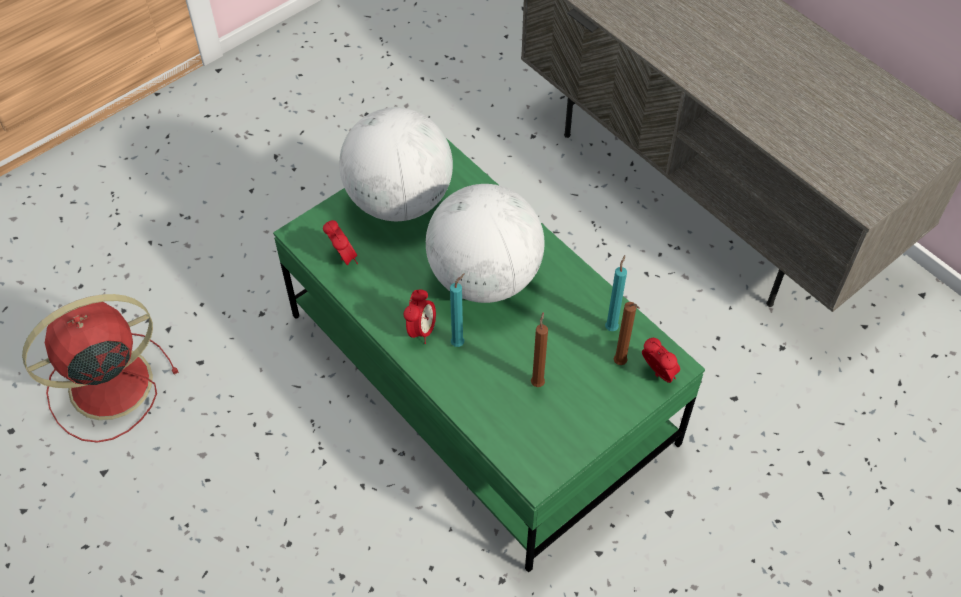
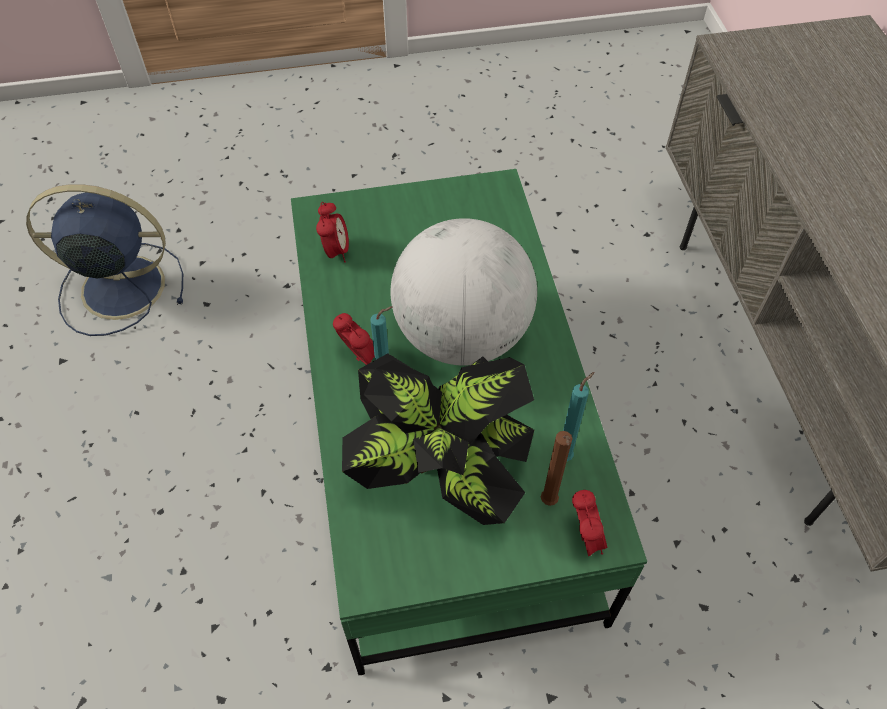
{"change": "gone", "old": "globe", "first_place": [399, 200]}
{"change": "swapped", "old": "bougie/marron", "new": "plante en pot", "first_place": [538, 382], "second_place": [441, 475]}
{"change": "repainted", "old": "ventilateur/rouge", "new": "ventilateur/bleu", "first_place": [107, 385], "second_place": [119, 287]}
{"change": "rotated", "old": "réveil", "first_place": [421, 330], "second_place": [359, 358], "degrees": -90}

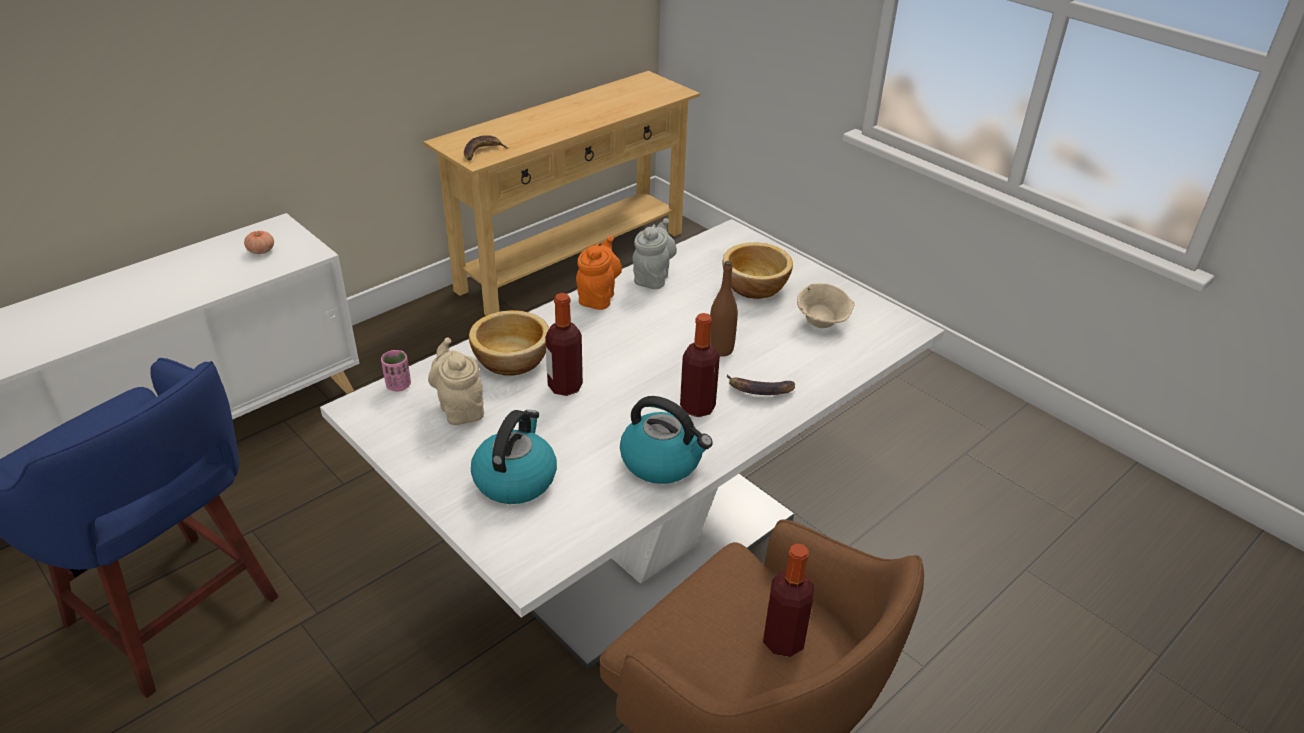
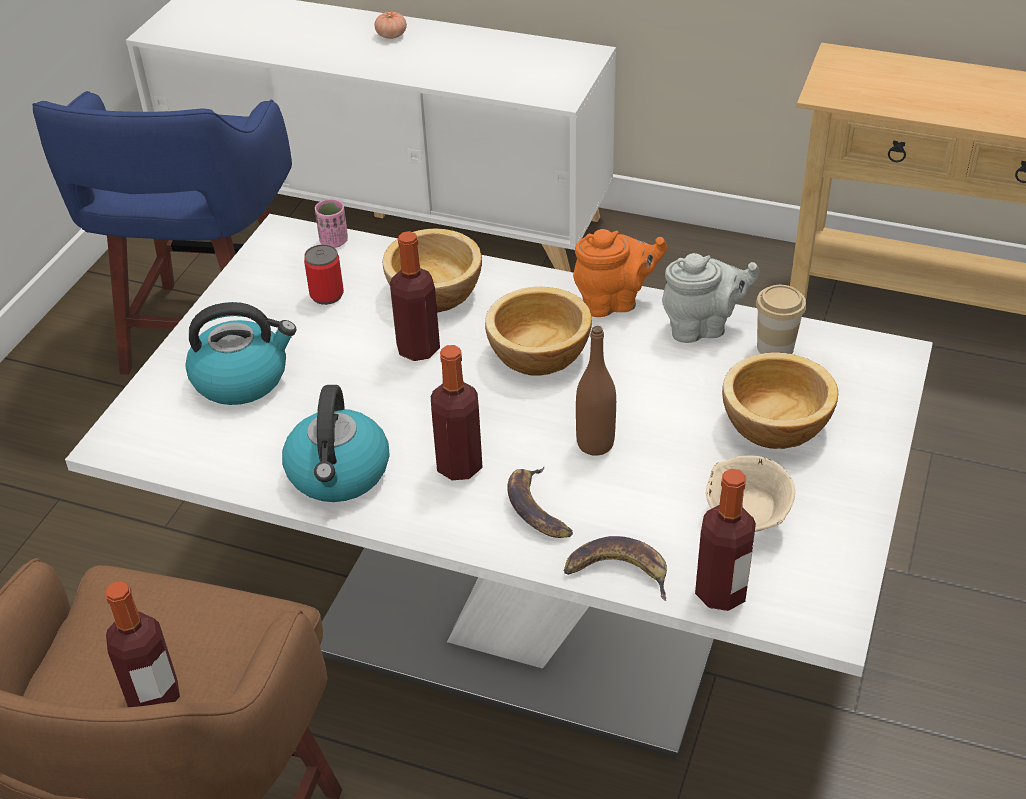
{"change": "new", "new": "bol", "second_place": [538, 355]}
{"change": "new", "new": "bouteille", "second_place": [721, 592]}
{"change": "new", "new": "tasse", "second_place": [775, 347]}
{"change": "shifted", "old": "tomate", "first_place": [261, 251], "second_place": [391, 35]}
{"change": "shifted", "old": "banane", "first_place": [482, 152], "second_place": [619, 571]}
{"change": "swapped", "old": "théière/beige", "new": "boîte métallique", "first_place": [460, 408], "second_place": [327, 295]}

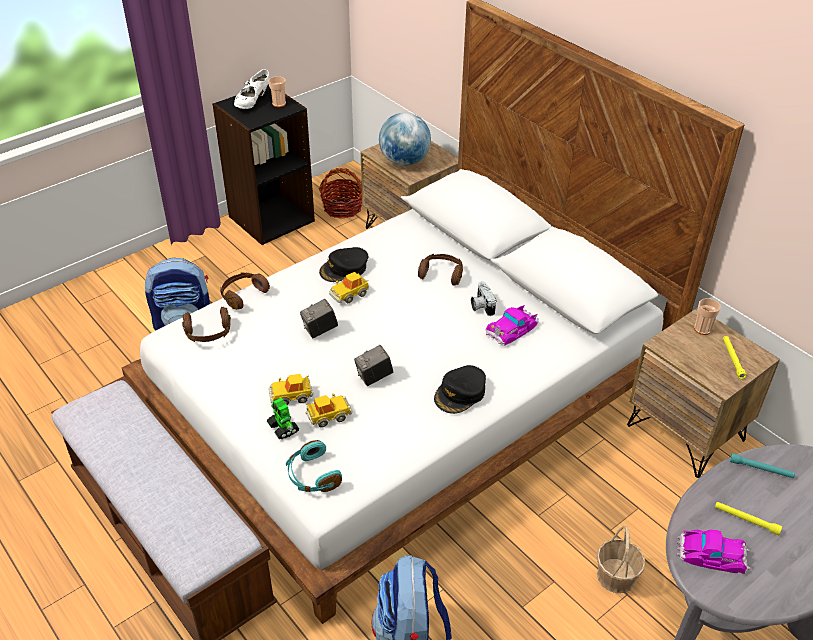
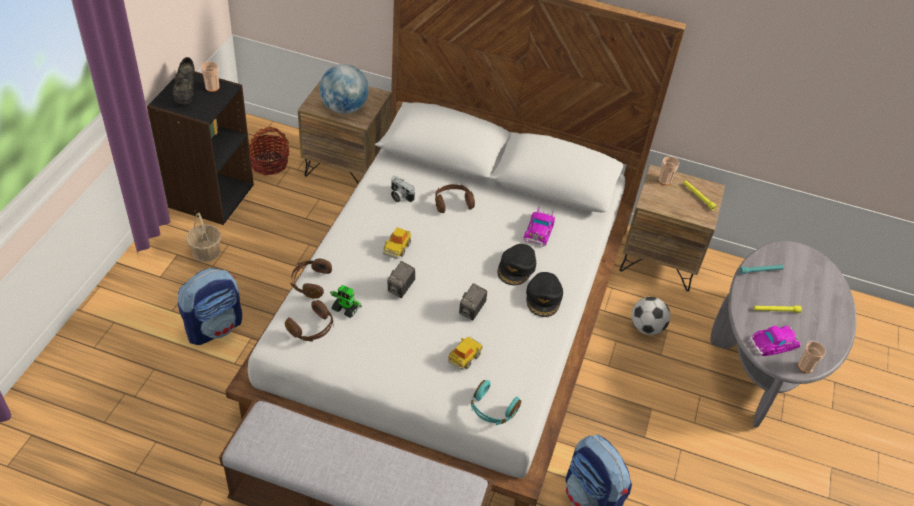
{"change": "gone", "old": "petite voiture", "first_place": [291, 396]}
{"change": "new", "new": "ballon de foot", "second_place": [646, 327]}
{"change": "new", "new": "tasse", "second_place": [805, 367]}
{"change": "shifted", "old": "robot jouet", "first_place": [283, 428], "second_place": [346, 309]}
{"change": "shifted", "old": "casquette/noir", "first_place": [344, 269], "second_place": [516, 268]}
{"change": "shifted", "old": "appareil photo", "first_place": [481, 306], "second_place": [399, 196]}
{"change": "shifted", "old": "panier", "first_place": [616, 576], "second_place": [206, 251]}
{"change": "repainted", "old": "chaussure/blanc", "new": "chaussure/noir", "first_place": [253, 102], "second_place": [186, 93]}

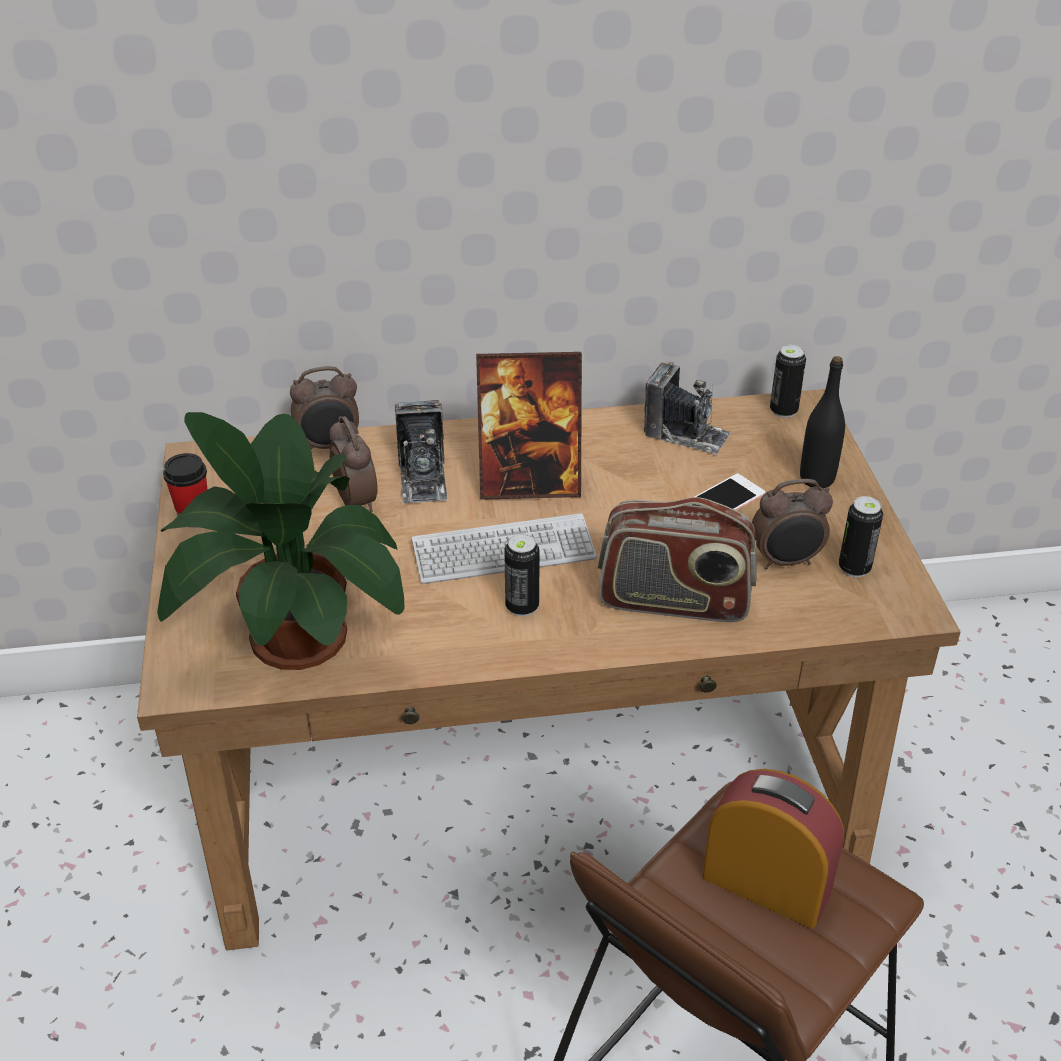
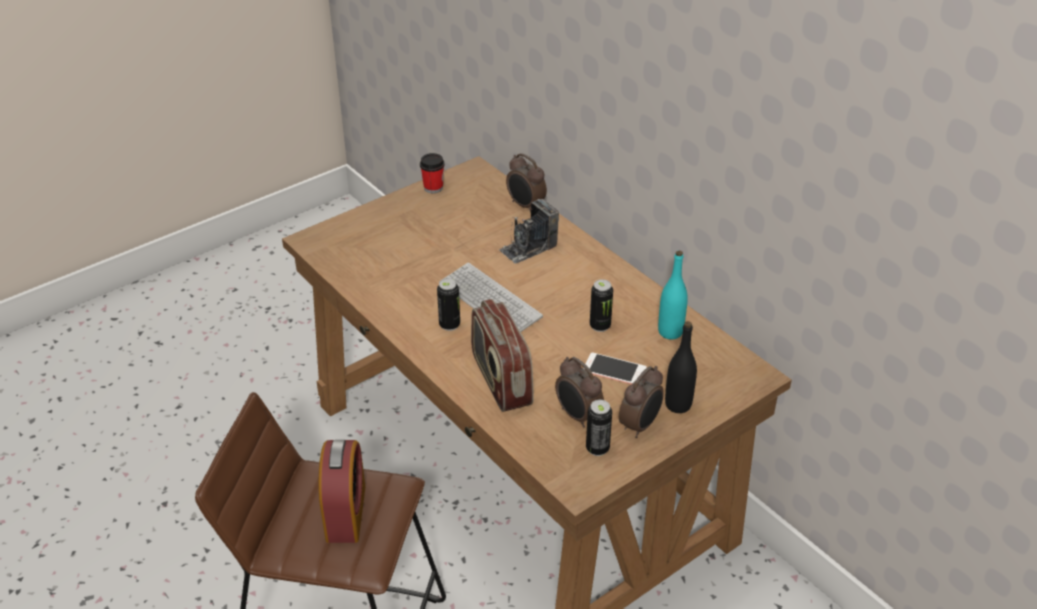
{"change": "gone", "old": "plante en pot", "first_place": [291, 632]}
{"change": "gone", "old": "cadre photo", "first_place": [529, 484]}
{"change": "shifted", "old": "réveil", "first_place": [357, 501], "second_place": [640, 425]}
{"change": "shifted", "old": "boîte métallique", "first_place": [783, 411], "second_place": [600, 326]}
{"change": "swapped", "old": "appareil photo", "new": "bouteille/turquoise", "first_place": [686, 434], "second_place": [670, 332]}

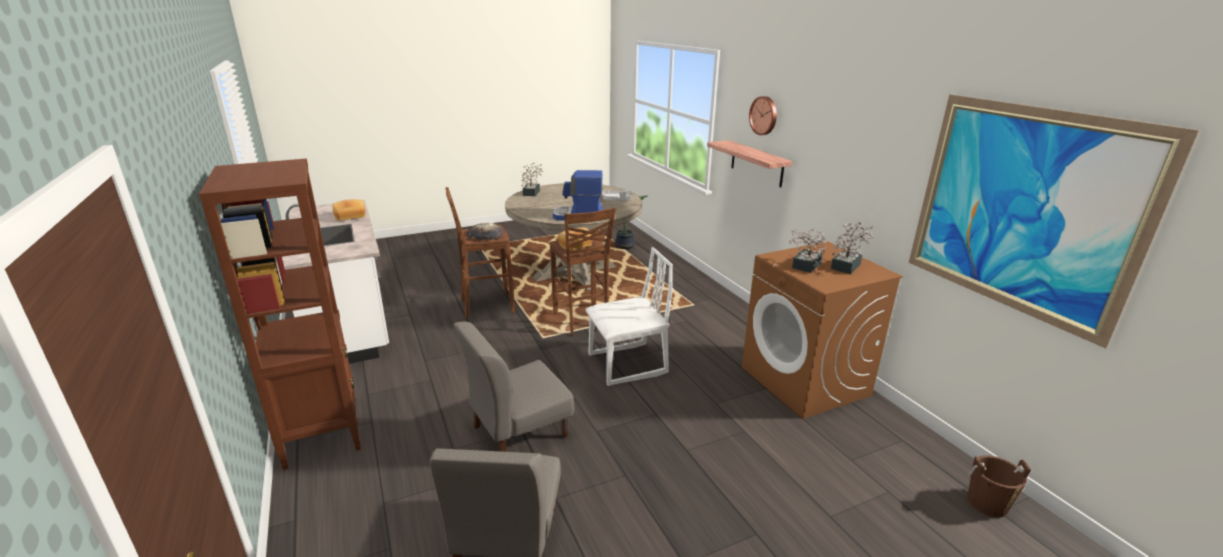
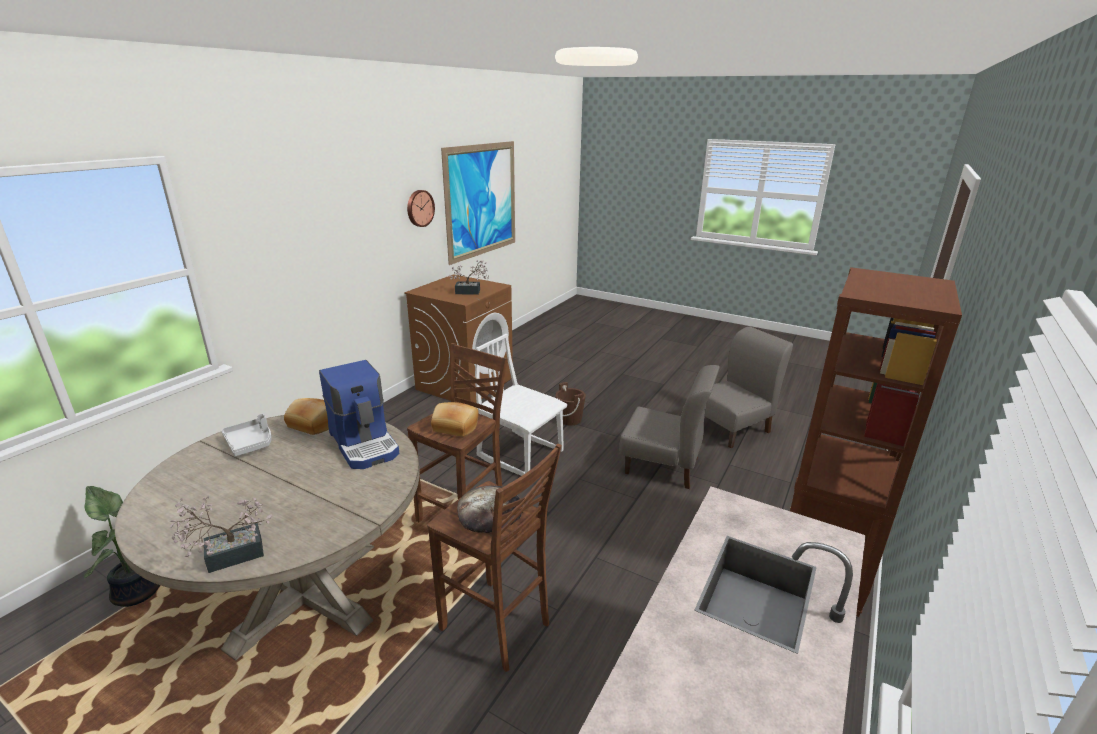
{"change": "gone", "old": "étagère", "first_place": [756, 163]}
{"change": "gone", "old": "plante en pot", "first_place": [847, 265]}
{"change": "shifted", "old": "pain", "first_place": [350, 216], "second_place": [313, 424]}
{"change": "shifted", "old": "horloge murale", "first_place": [764, 115], "second_place": [419, 208]}
{"change": "shifted", "old": "seau/marron", "first_place": [987, 503], "second_place": [569, 419]}

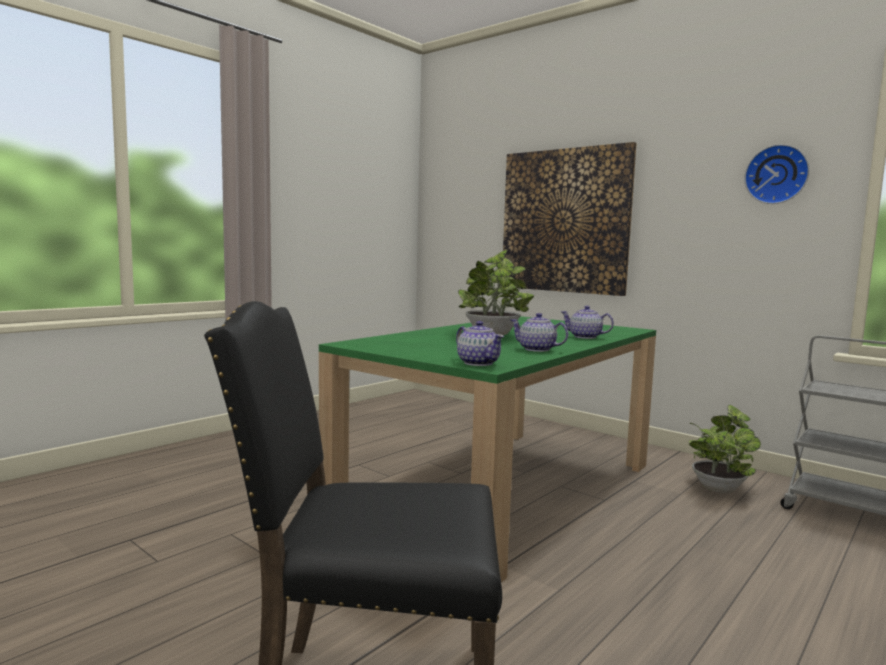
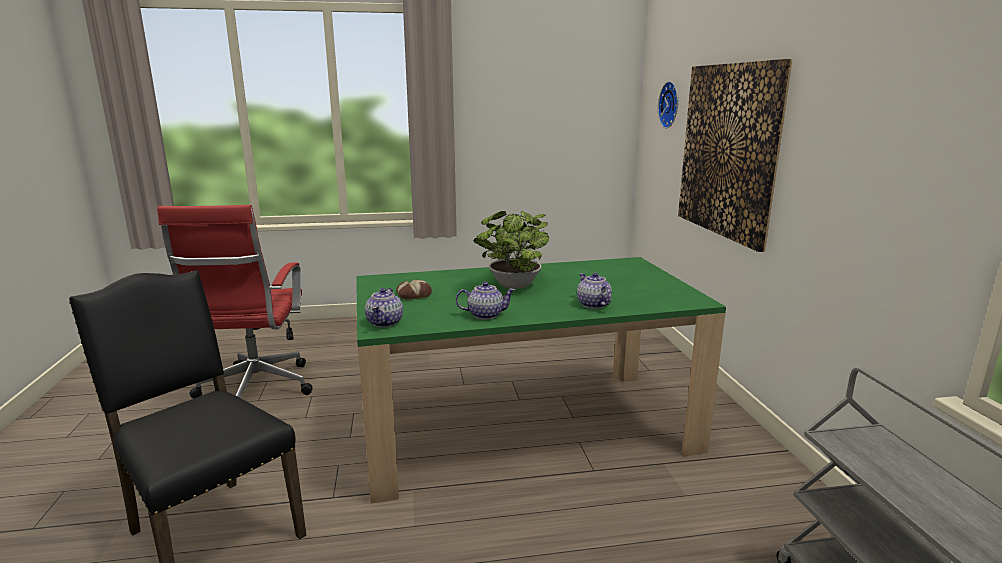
{"change": "gone", "old": "plante en pot", "first_place": [719, 487]}
{"change": "new", "new": "chaise de bureau/rouge", "second_place": [255, 391]}
{"change": "new", "new": "pain", "second_place": [414, 294]}
{"change": "shifted", "old": "horloge murale", "first_place": [777, 175], "second_place": [671, 105]}
{"change": "rotated", "old": "théière", "first_place": [537, 349], "second_place": [485, 315], "degrees": 105}

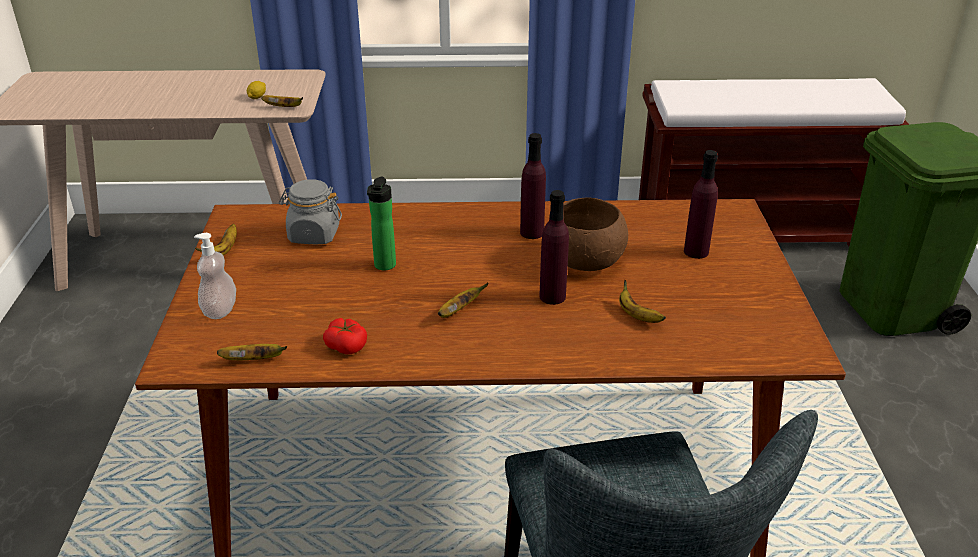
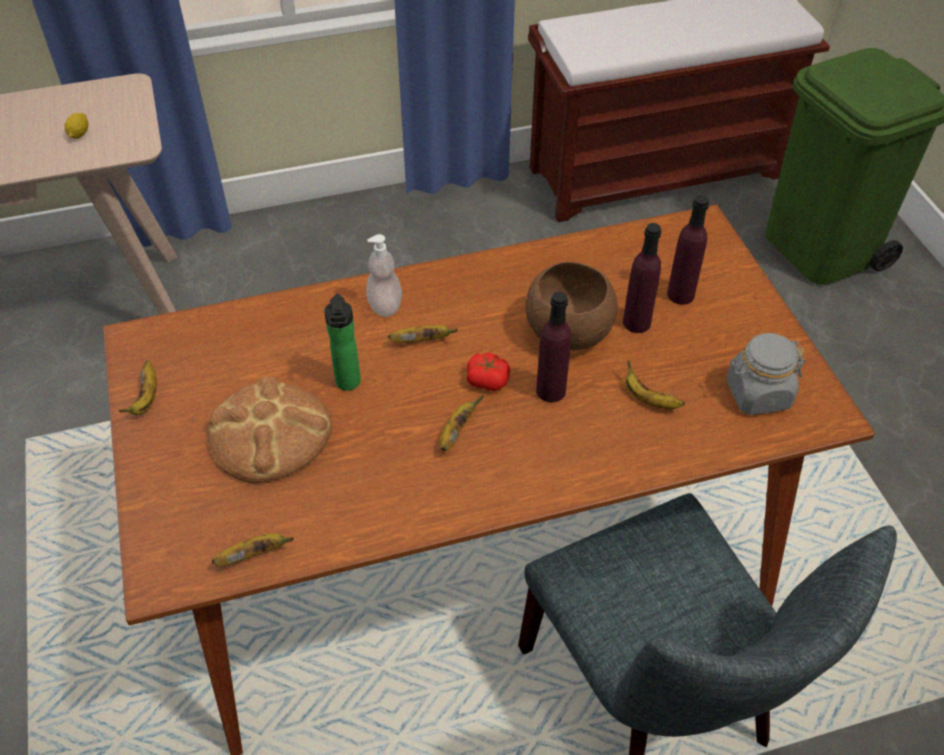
{"change": "new", "new": "pain", "second_place": [269, 434]}
{"change": "shifted", "old": "distributeur de savon", "first_place": [220, 310], "second_place": [385, 305]}
{"change": "shifted", "old": "banane", "first_place": [284, 107], "second_place": [422, 341]}
{"change": "shifted", "old": "bocal/gris", "first_place": [313, 235], "second_place": [757, 394]}
{"change": "shifted", "old": "tomate", "first_place": [346, 345], "second_place": [487, 380]}
{"change": "shifted", "old": "bouteille/violet", "first_place": [532, 232], "second_place": [636, 322]}

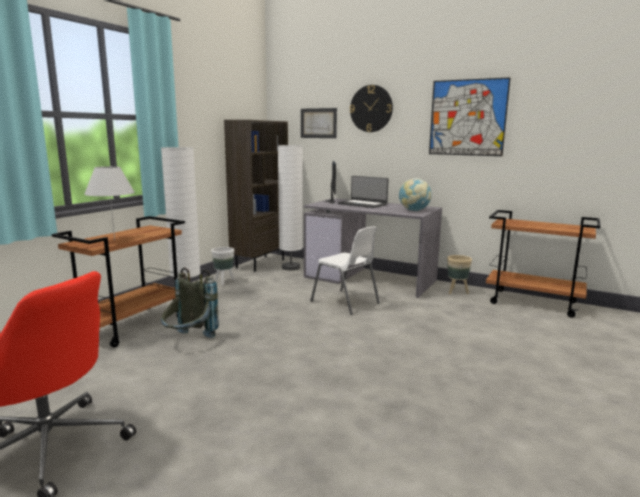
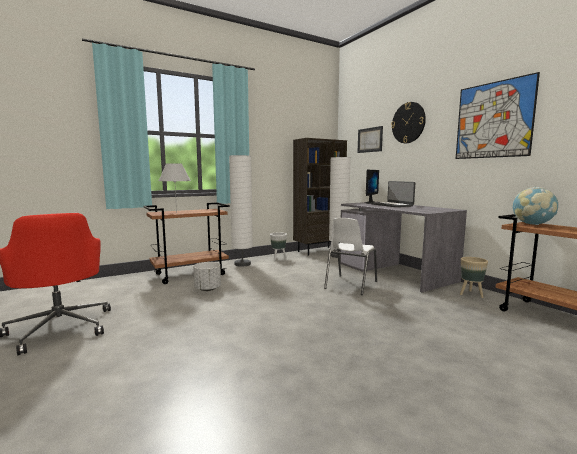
{"change": "shifted", "old": "globe", "first_place": [414, 210], "second_place": [532, 224]}
{"change": "swapped", "old": "sac à dos/gris", "new": "cache-pot/blanc", "first_place": [189, 341], "second_place": [208, 289]}
{"change": "rotated", "old": "chaise/blanc", "first_place": [346, 302], "second_place": [350, 285], "degrees": 45}

